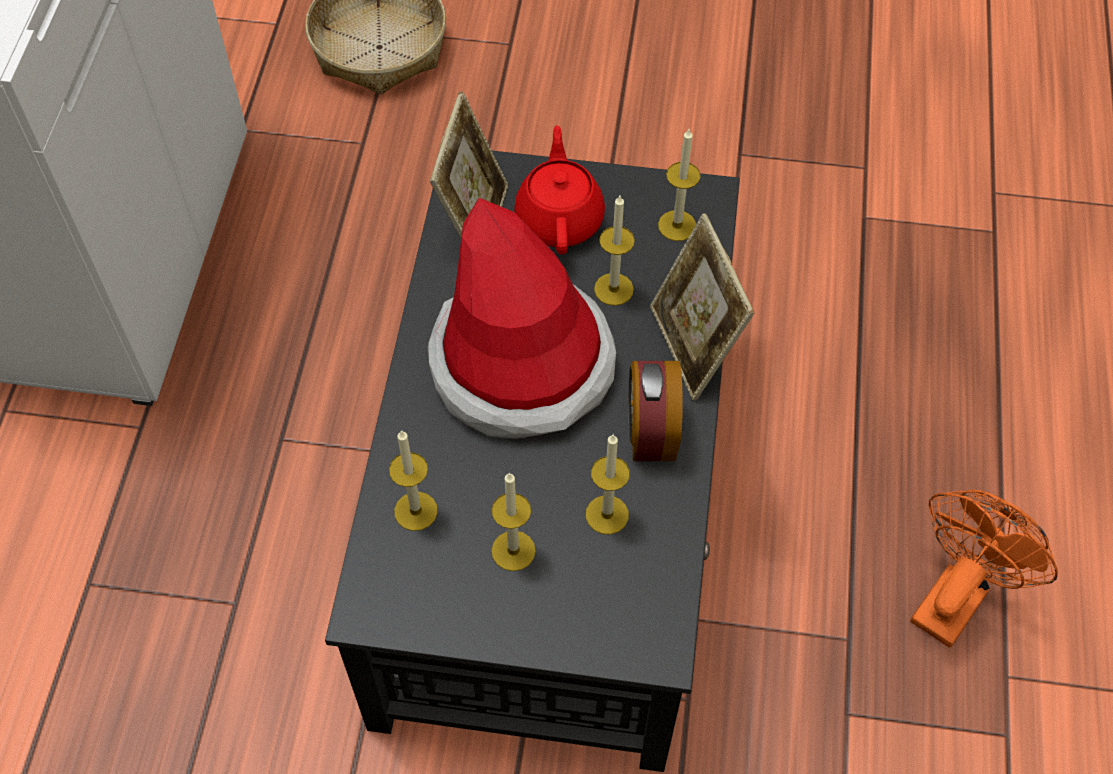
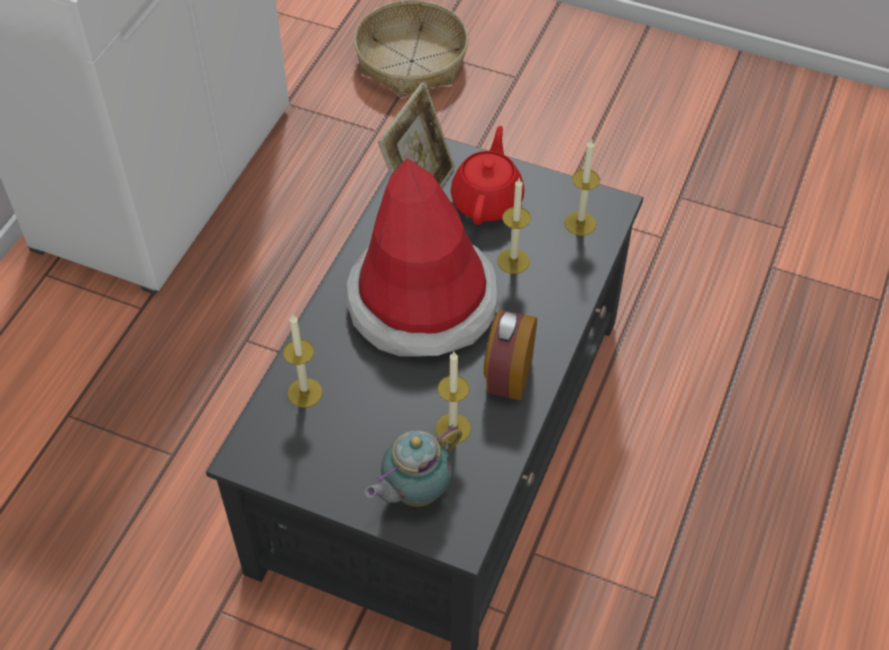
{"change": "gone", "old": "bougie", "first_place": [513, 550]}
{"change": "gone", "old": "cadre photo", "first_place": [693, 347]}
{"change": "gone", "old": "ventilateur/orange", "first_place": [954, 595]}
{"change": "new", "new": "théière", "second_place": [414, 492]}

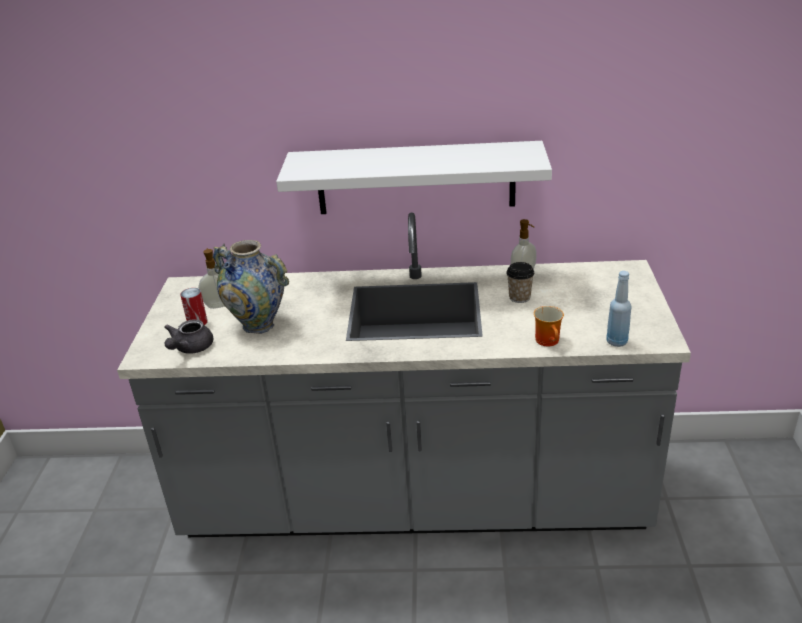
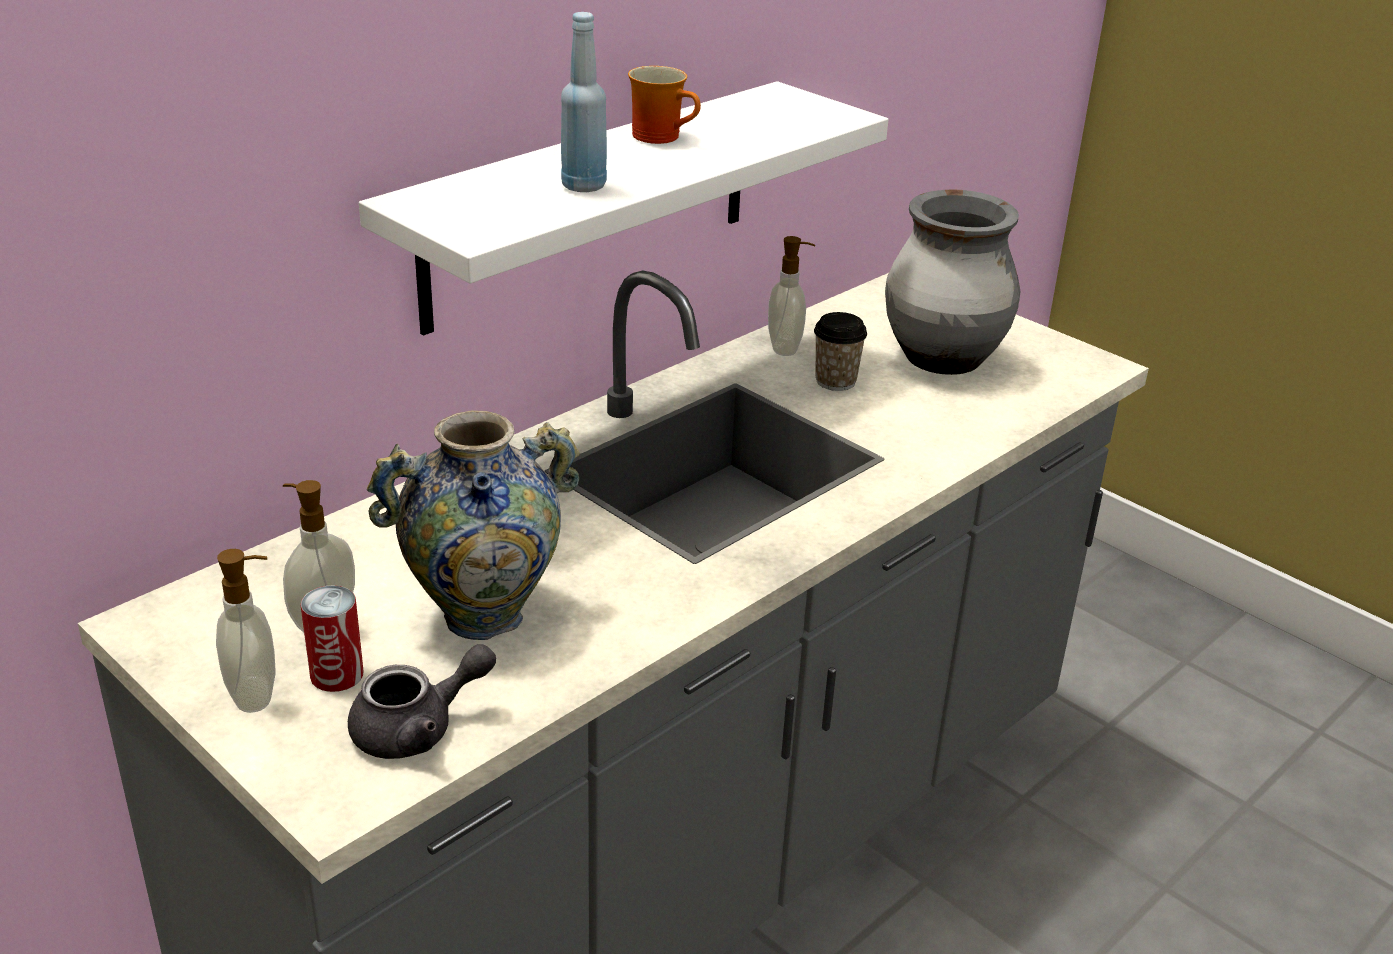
{"change": "new", "new": "distributeur de savon", "second_place": [256, 694]}
{"change": "new", "new": "vase/gris", "second_place": [942, 359]}
{"change": "shifted", "old": "mug", "first_place": [550, 341], "second_place": [662, 136]}
{"change": "shifted", "old": "bouteille/bleu", "first_place": [617, 342], "second_place": [584, 186]}
{"change": "rotated", "old": "théière/gris", "first_place": [190, 348], "second_place": [418, 729], "degrees": -90}

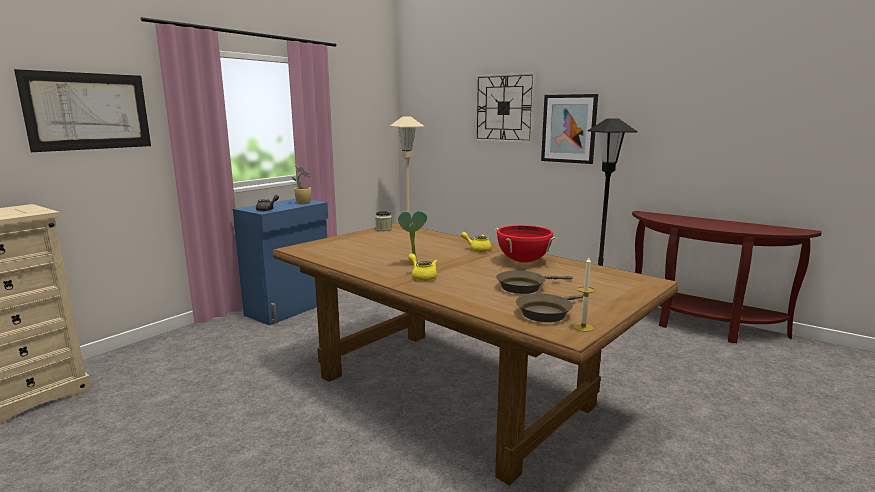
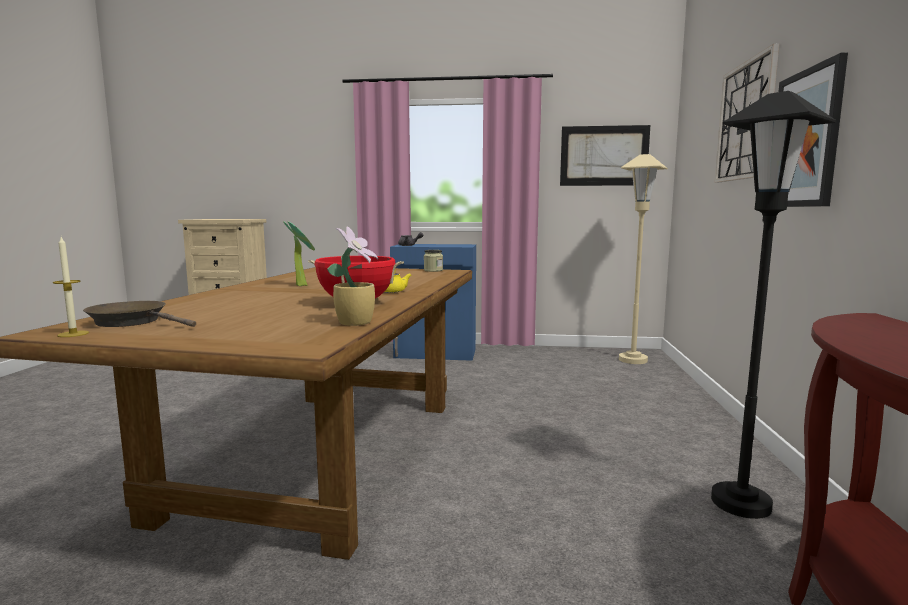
{"change": "gone", "old": "théière/jaune", "first_place": [422, 276]}
{"change": "gone", "old": "poêle/marron", "first_place": [524, 287]}
{"change": "shifted", "old": "tableau", "first_place": [89, 111], "second_place": [604, 156]}
{"change": "shifted", "old": "plante en pot", "first_place": [303, 203], "second_place": [356, 322]}

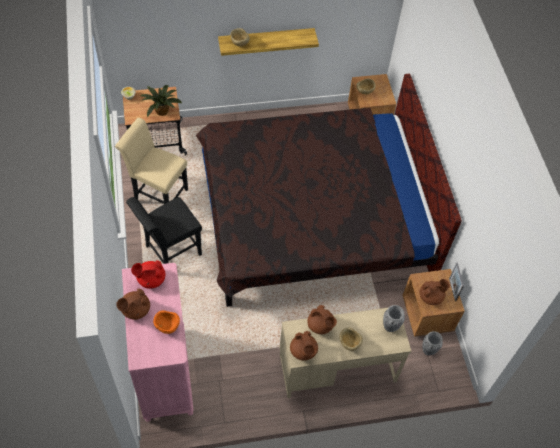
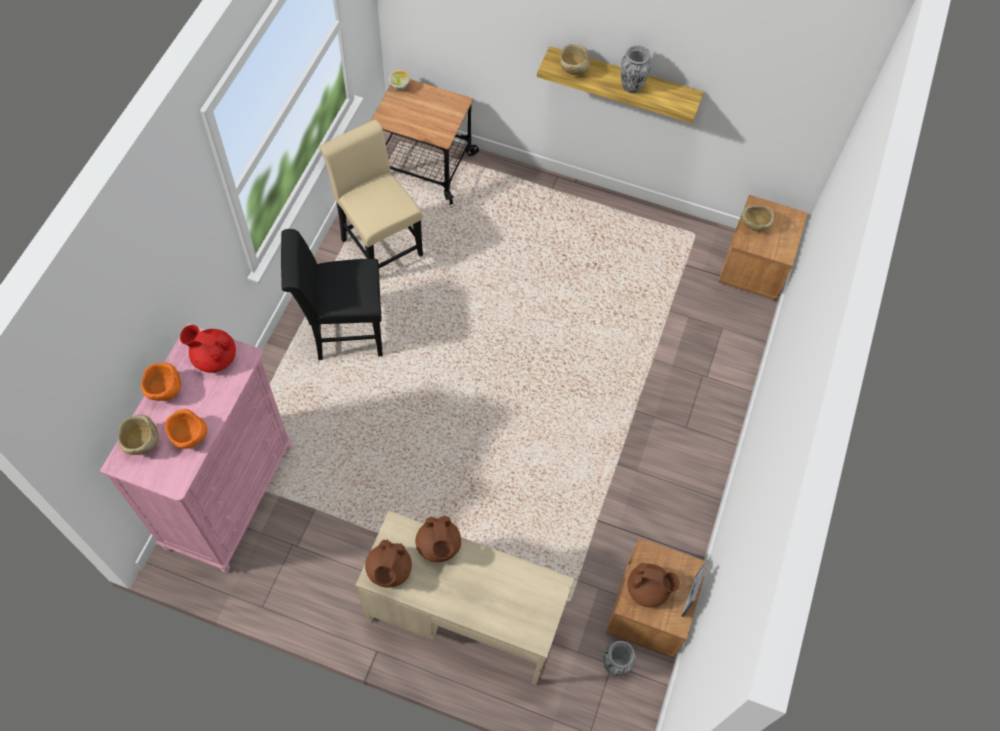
{"change": "gone", "old": "plante en pot", "first_place": [161, 110]}
{"change": "gone", "old": "lit", "first_place": [313, 218]}
{"change": "shifted", "old": "bol/beige", "first_place": [349, 344], "second_place": [142, 443]}
{"change": "shifted", "old": "vase", "first_place": [390, 326], "second_place": [631, 86]}
{"change": "swapped", "old": "théière/marron", "new": "bol/orange", "first_place": [135, 310], "second_place": [165, 390]}

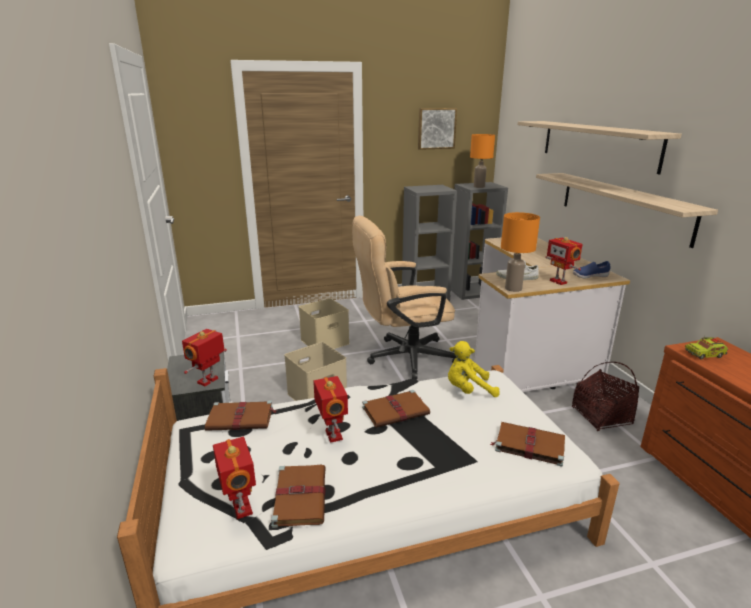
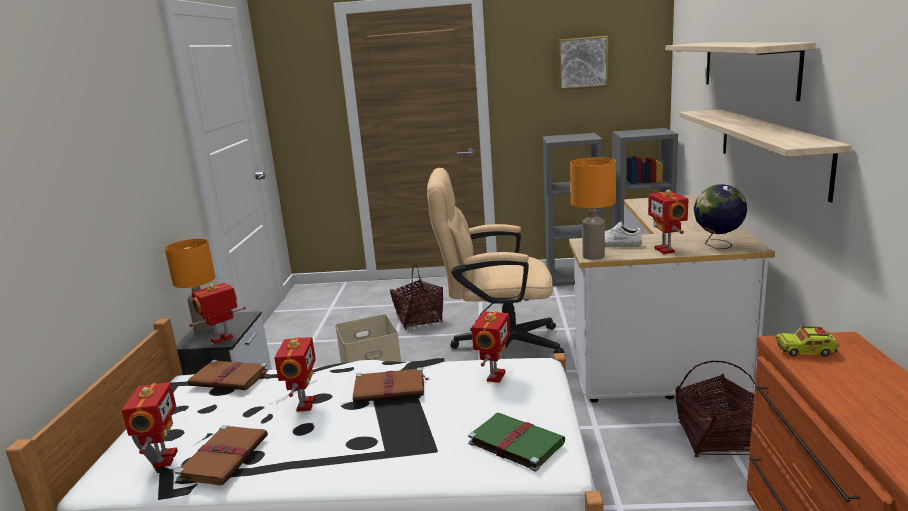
{"change": "shifted", "old": "lampe de table/orange", "first_place": [479, 187], "second_place": [205, 327]}
{"change": "swapped", "old": "boîte de rangement/beige", "new": "panier", "first_place": [325, 341], "second_place": [419, 319]}
{"change": "swapped", "old": "peluche/jaune", "new": "robot jouet", "first_place": [468, 390], "second_place": [494, 376]}
{"change": "swapped", "old": "chaussure/bleu", "new": "globe", "first_place": [589, 277], "second_place": [718, 245]}
{"change": "repainted", "old": "livre/marron", "new": "livre/vert", "first_place": [528, 445], "second_place": [514, 442]}

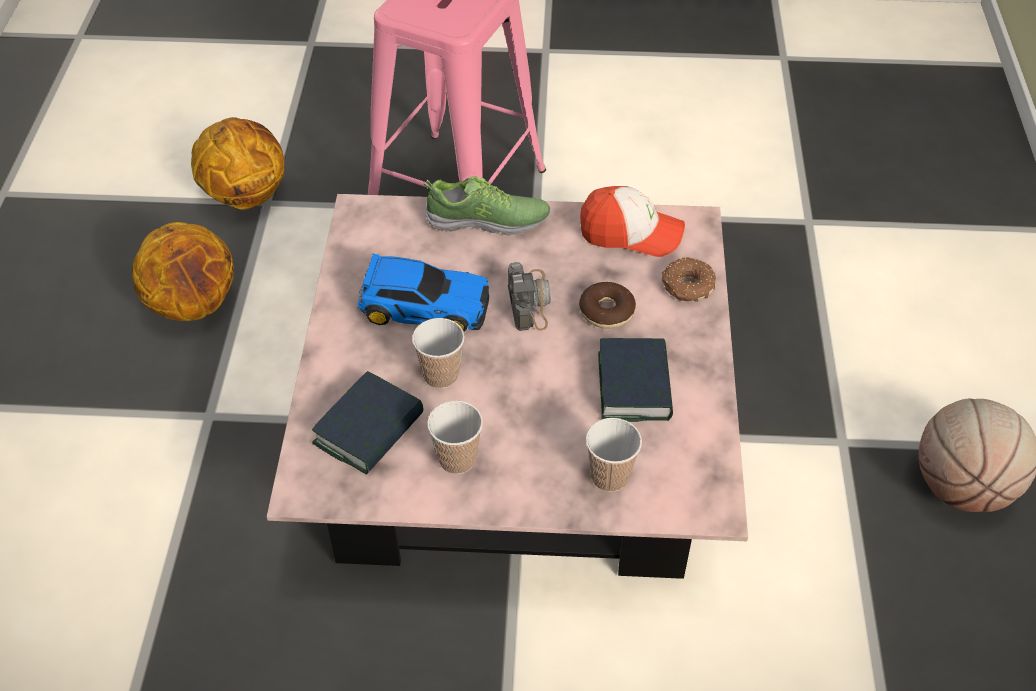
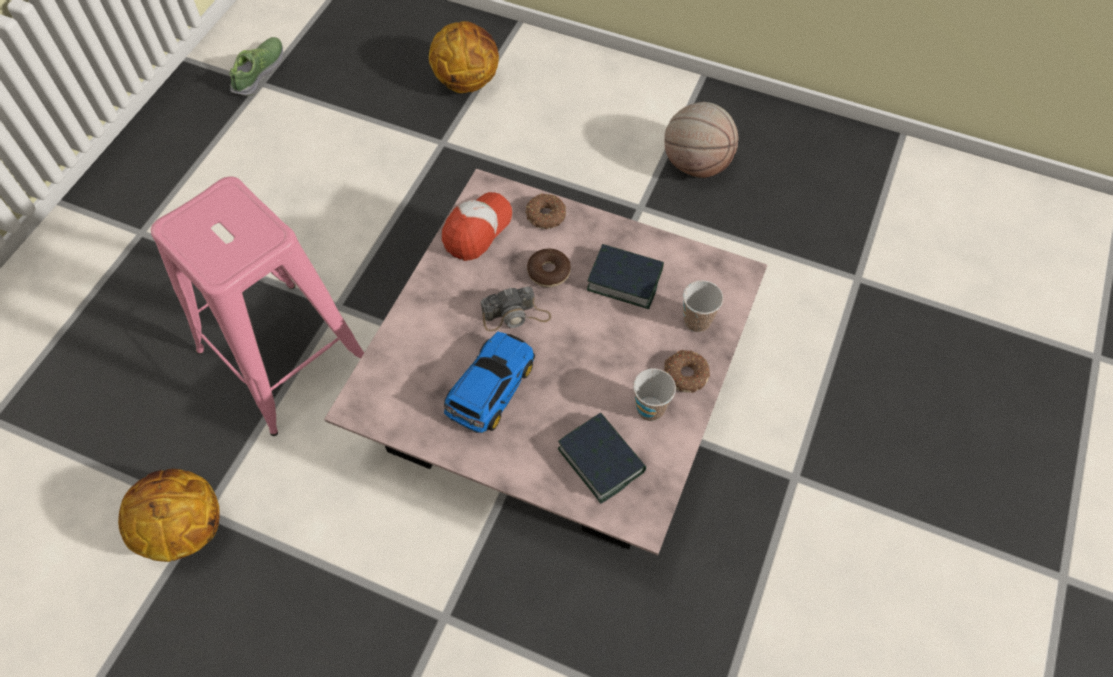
{"change": "gone", "old": "tasse", "first_place": [441, 375]}
{"change": "new", "new": "beignet", "second_place": [685, 374]}
{"change": "shifted", "old": "ballon de basket", "first_place": [194, 304], "second_place": [467, 81]}
{"change": "shifted", "old": "chaussure", "first_place": [487, 221], "second_place": [259, 72]}
{"change": "rotated", "old": "appareil photo", "first_place": [530, 300], "second_place": [515, 316], "degrees": 150}

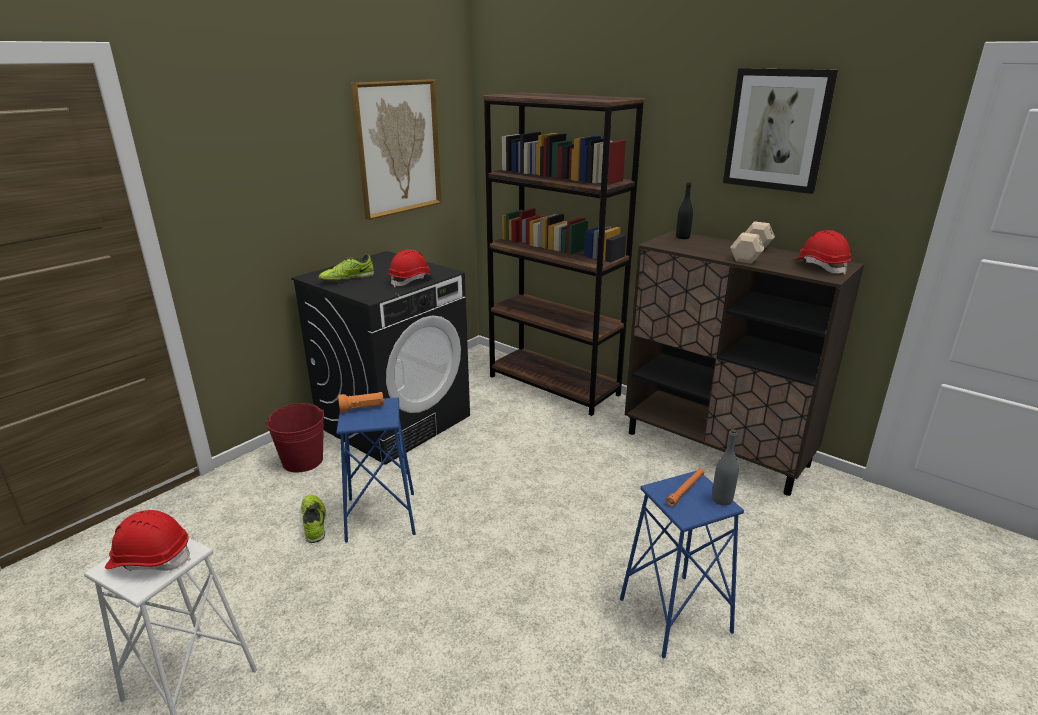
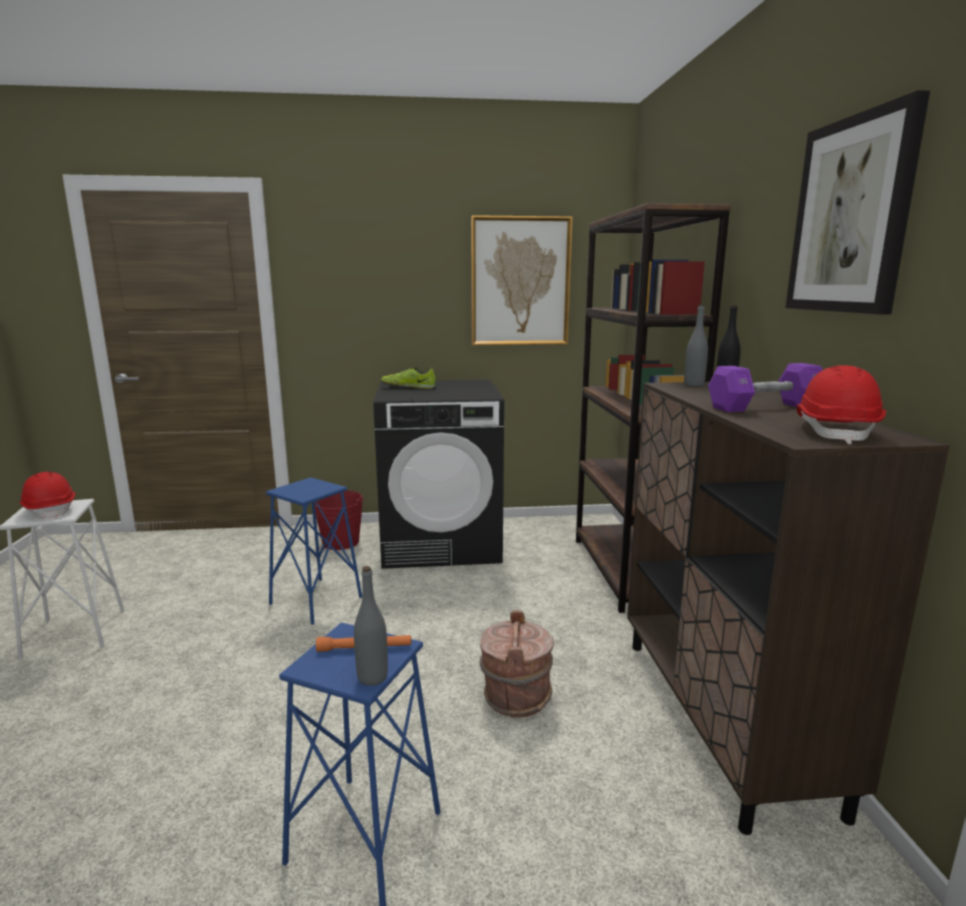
{"change": "gone", "old": "chaussure", "first_place": [314, 522]}
{"change": "gone", "old": "lampe de poche/orange", "first_place": [362, 409]}
{"change": "gone", "old": "casque de chantier/rouge", "first_place": [412, 280]}
{"change": "new", "new": "seau/marron", "second_place": [515, 696]}
{"change": "new", "new": "bouteille/gris", "second_place": [694, 385]}
{"change": "repainted", "old": "haltère/beige", "new": "haltère/violet", "first_place": [751, 254], "second_place": [764, 407]}

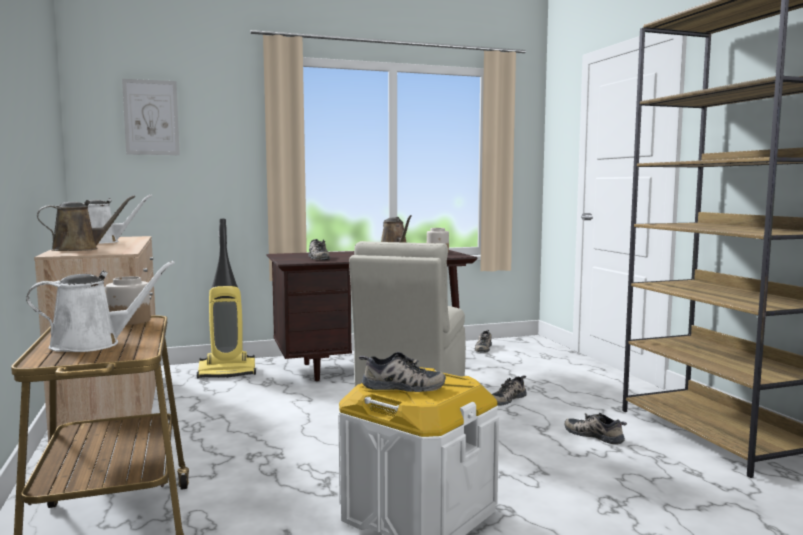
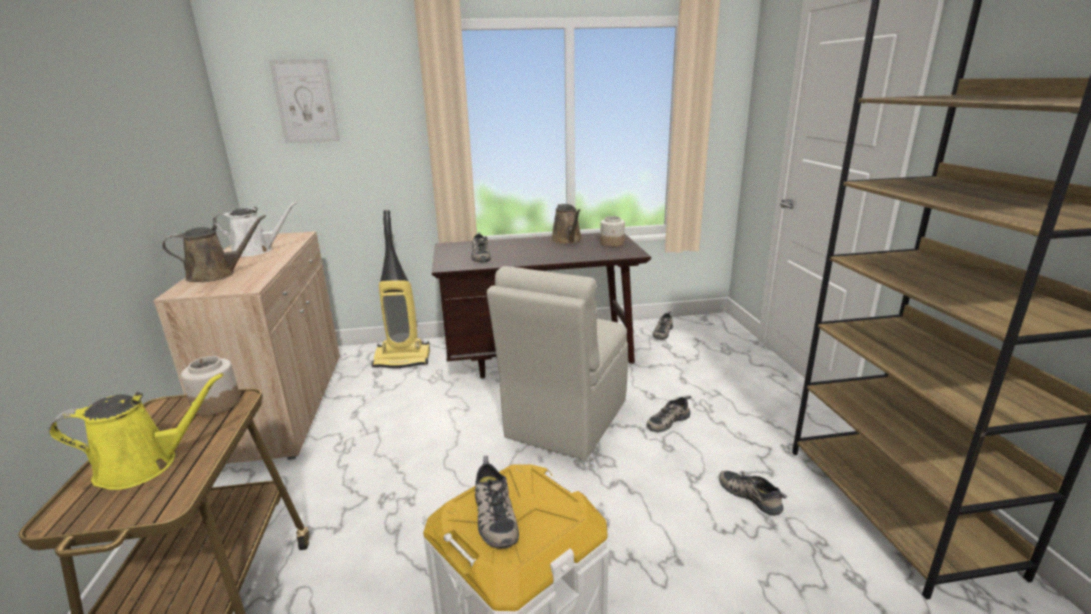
{"change": "repainted", "old": "arrosoir/blanc", "new": "arrosoir/jaune", "first_place": [93, 344], "second_place": [145, 465]}
{"change": "rotated", "old": "chaussure", "first_place": [402, 387], "second_place": [493, 515], "degrees": 60}

